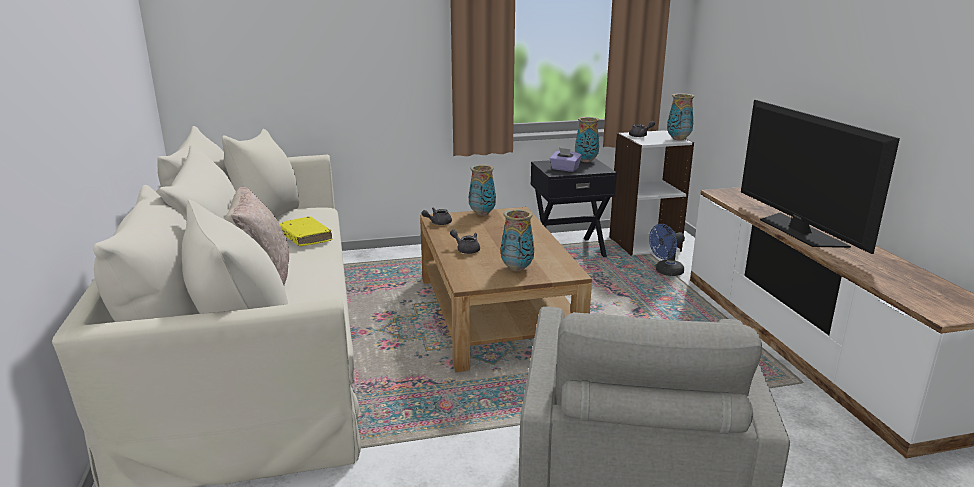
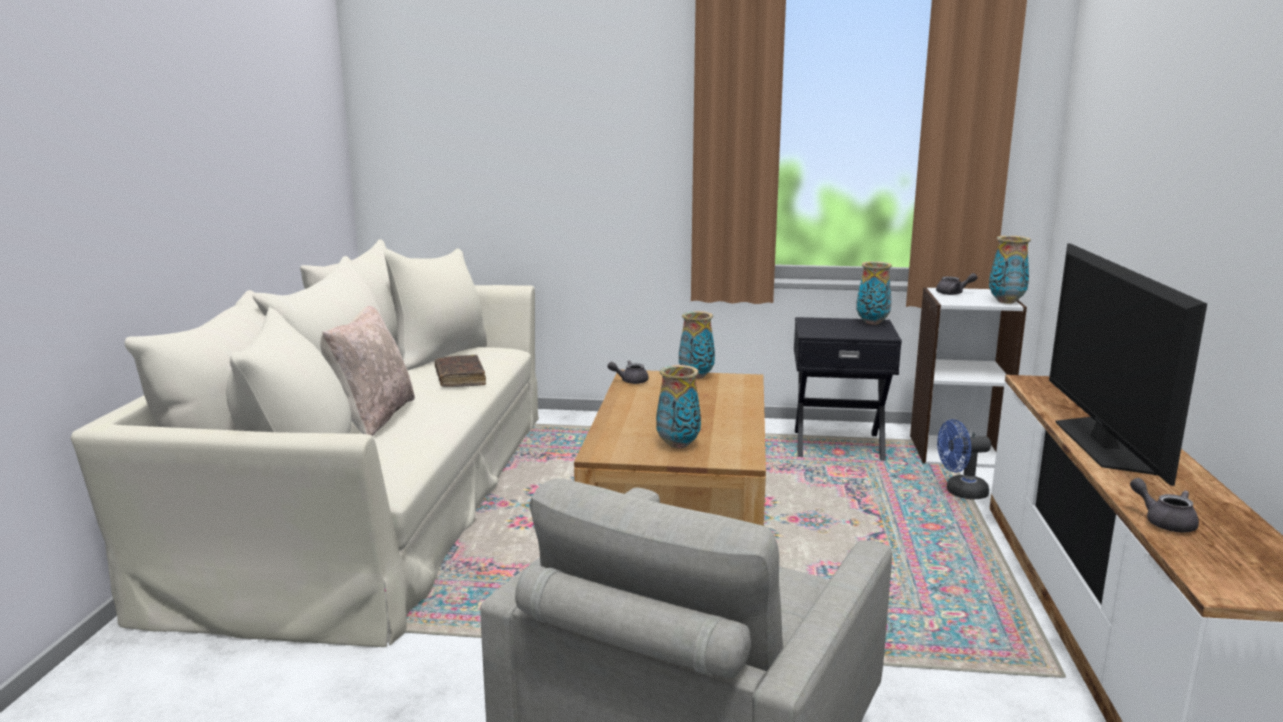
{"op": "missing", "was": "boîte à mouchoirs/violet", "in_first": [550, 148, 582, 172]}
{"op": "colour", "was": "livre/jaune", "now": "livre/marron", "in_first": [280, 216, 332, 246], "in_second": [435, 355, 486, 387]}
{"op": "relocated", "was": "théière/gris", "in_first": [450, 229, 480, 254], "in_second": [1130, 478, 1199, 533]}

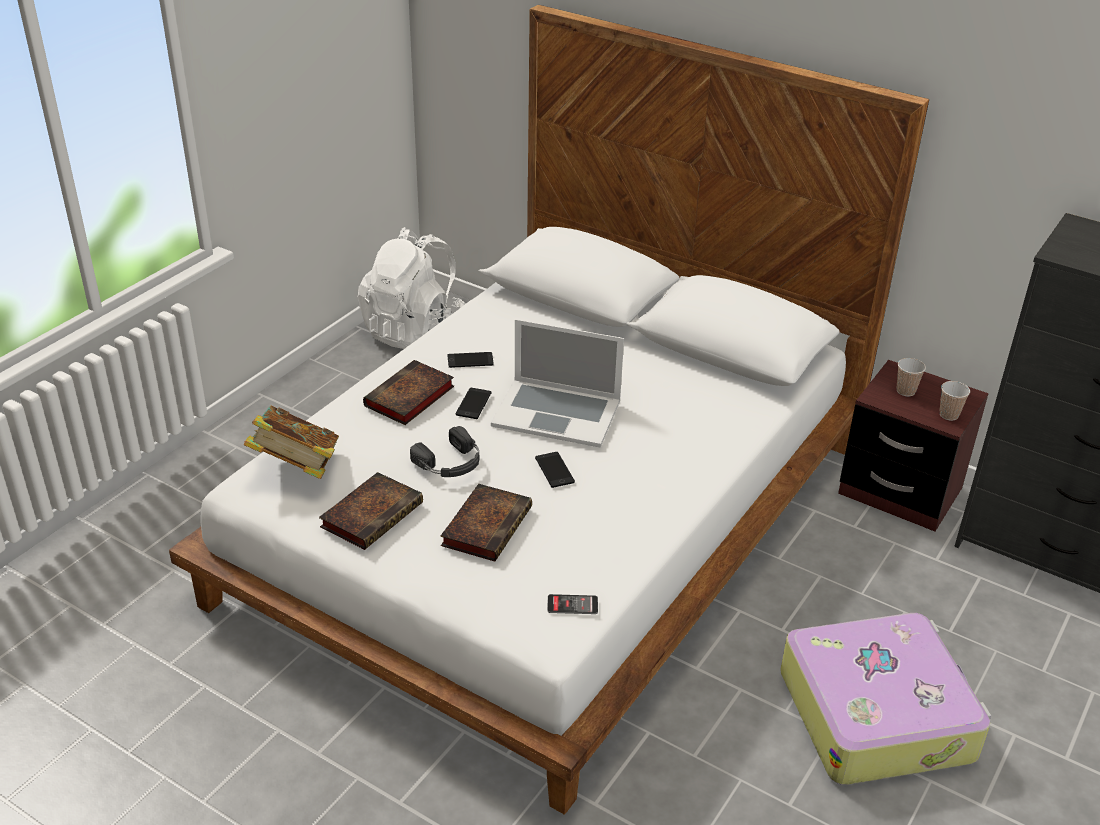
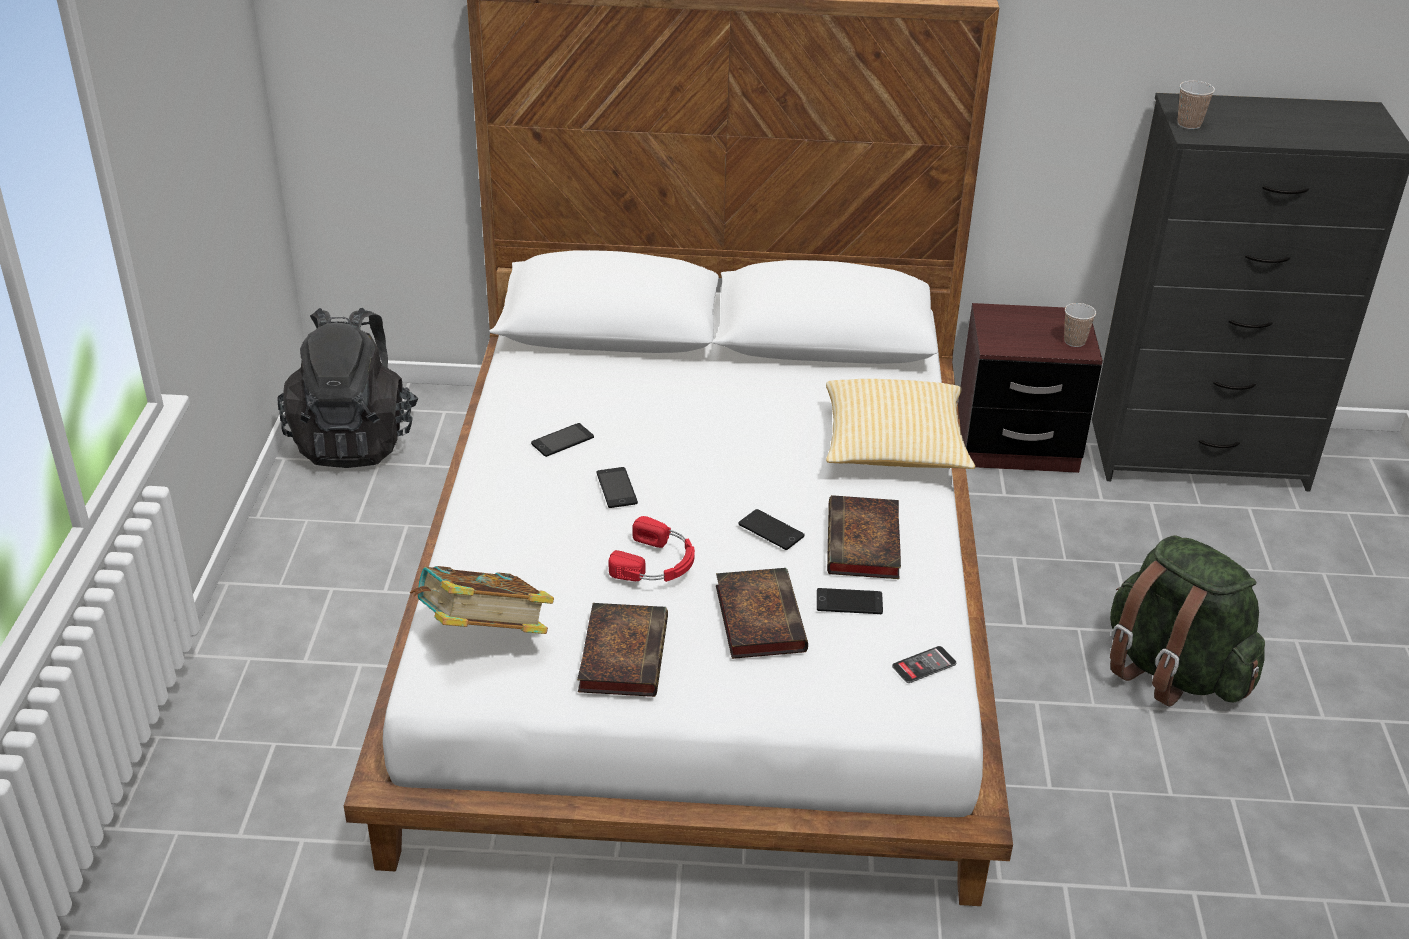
{"op": "colour", "was": "sac à dos/blanc", "now": "sac à dos/noir", "in_first": [358, 227, 465, 349], "in_second": [277, 308, 418, 468]}
{"op": "missing", "was": "ordinateur portable", "in_first": [491, 319, 624, 448]}
{"op": "relocated", "was": "tasse", "in_first": [897, 358, 926, 397], "in_second": [1178, 81, 1215, 129]}
{"op": "relocated", "was": "livre", "in_first": [363, 360, 454, 425], "in_second": [827, 495, 901, 579]}
{"op": "colour", "was": "casque audio/noir", "now": "casque audio/rouge", "in_first": [410, 426, 479, 477], "in_second": [609, 516, 695, 582]}
{"op": "exchanged", "was": "valise", "now": "sac à dos/vert", "in_first": [780, 613, 991, 785], "in_second": [1110, 535, 1265, 707]}
{"op": "appeared", "now": "coussin", "in_second": [826, 379, 975, 469]}
{"op": "appeared", "now": "téléphone", "in_second": [817, 588, 883, 614]}

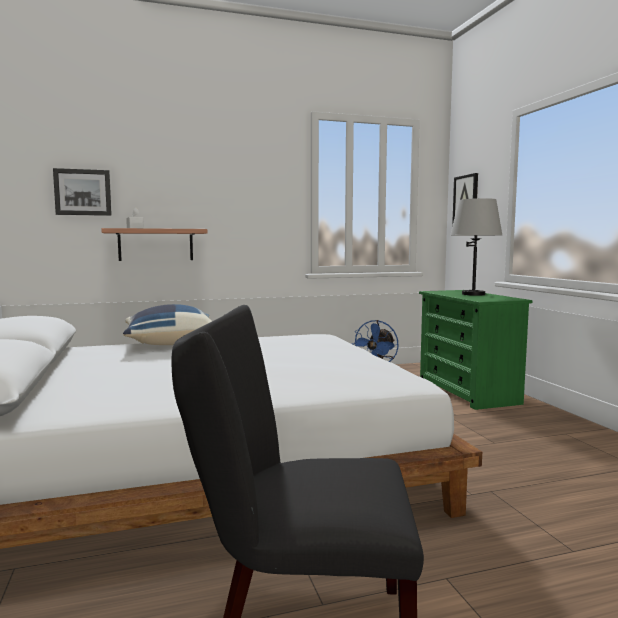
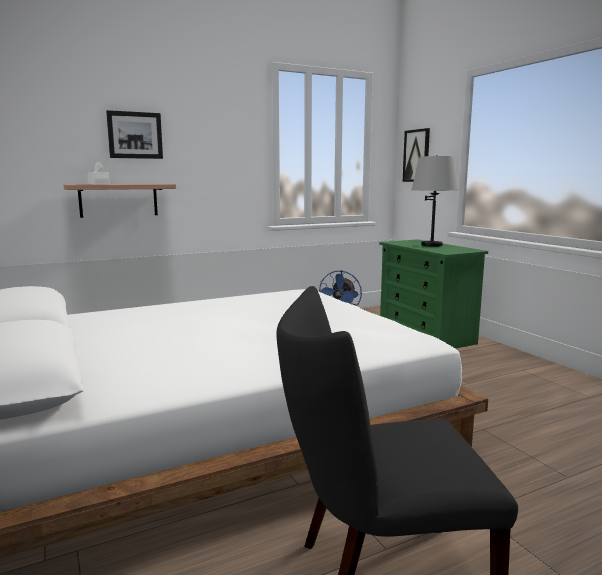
{"op": "relocated", "was": "tableau", "in_first": [53, 168, 112, 216], "in_second": [106, 110, 163, 159]}
{"op": "missing", "was": "coussin/bleu", "in_first": [123, 304, 212, 345]}

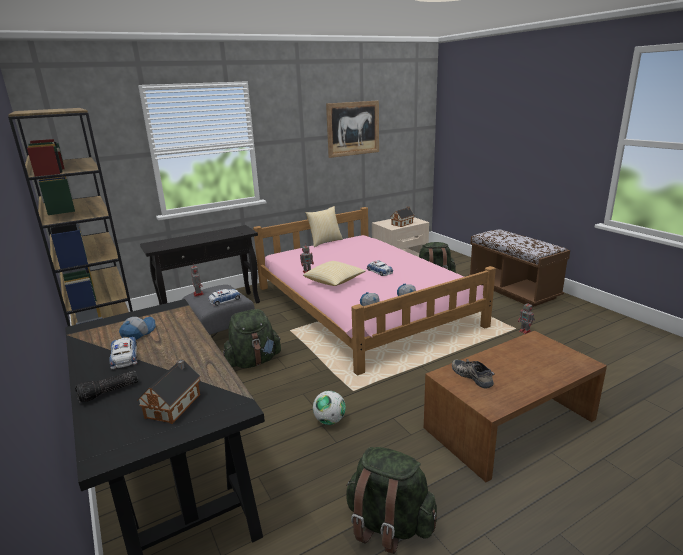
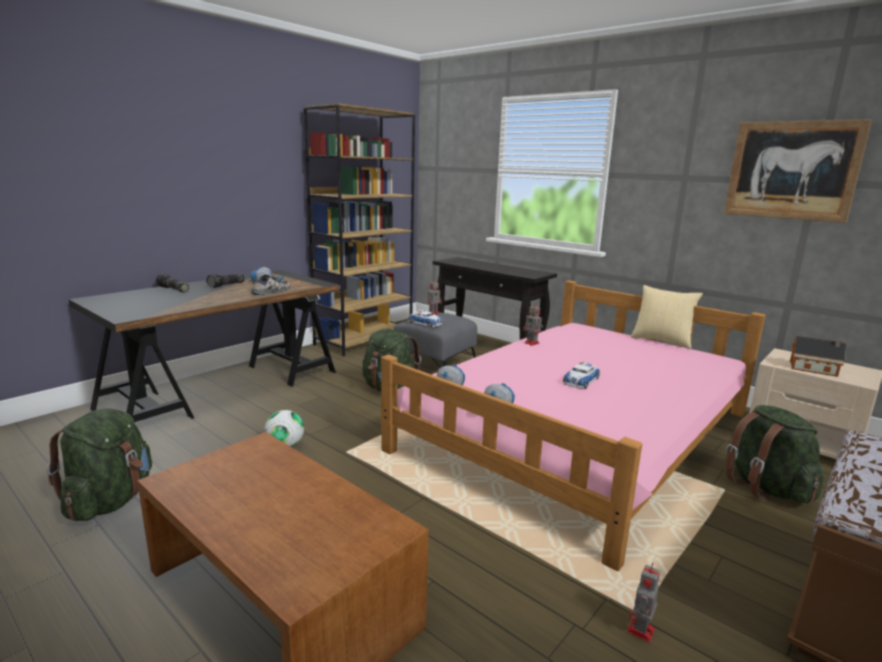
{"op": "missing", "was": "coussin", "in_first": [303, 261, 366, 286]}
{"op": "exchanged", "was": "petite voiture", "now": "lampe de poche", "in_first": [109, 337, 137, 370], "in_second": [206, 273, 245, 288]}
{"op": "missing", "was": "maison miniature", "in_first": [137, 359, 201, 424]}
{"op": "relocated", "was": "chaussure", "in_first": [452, 359, 495, 388], "in_second": [250, 274, 291, 295]}

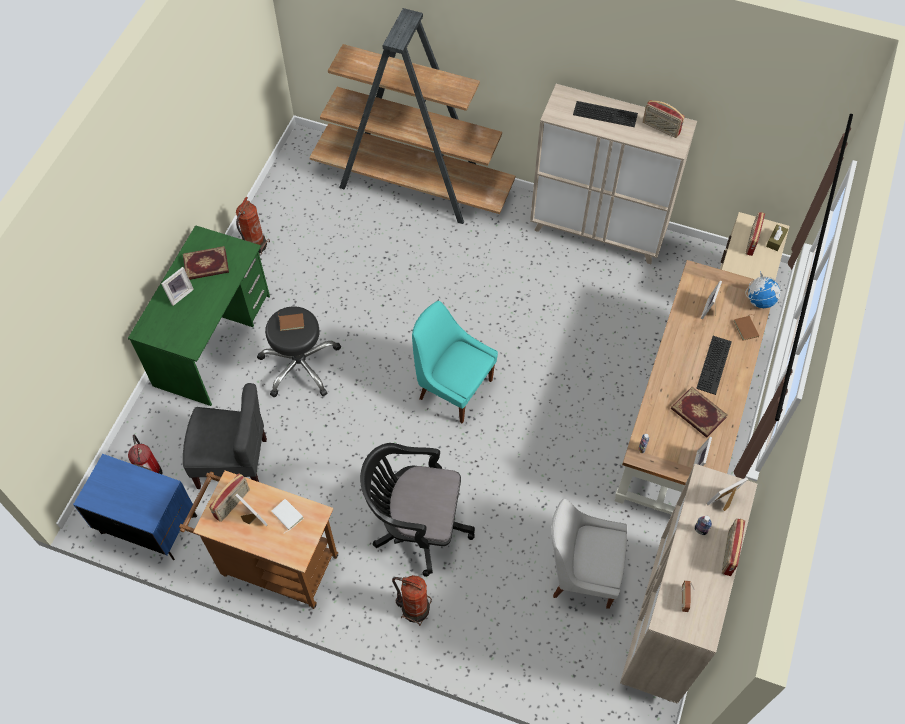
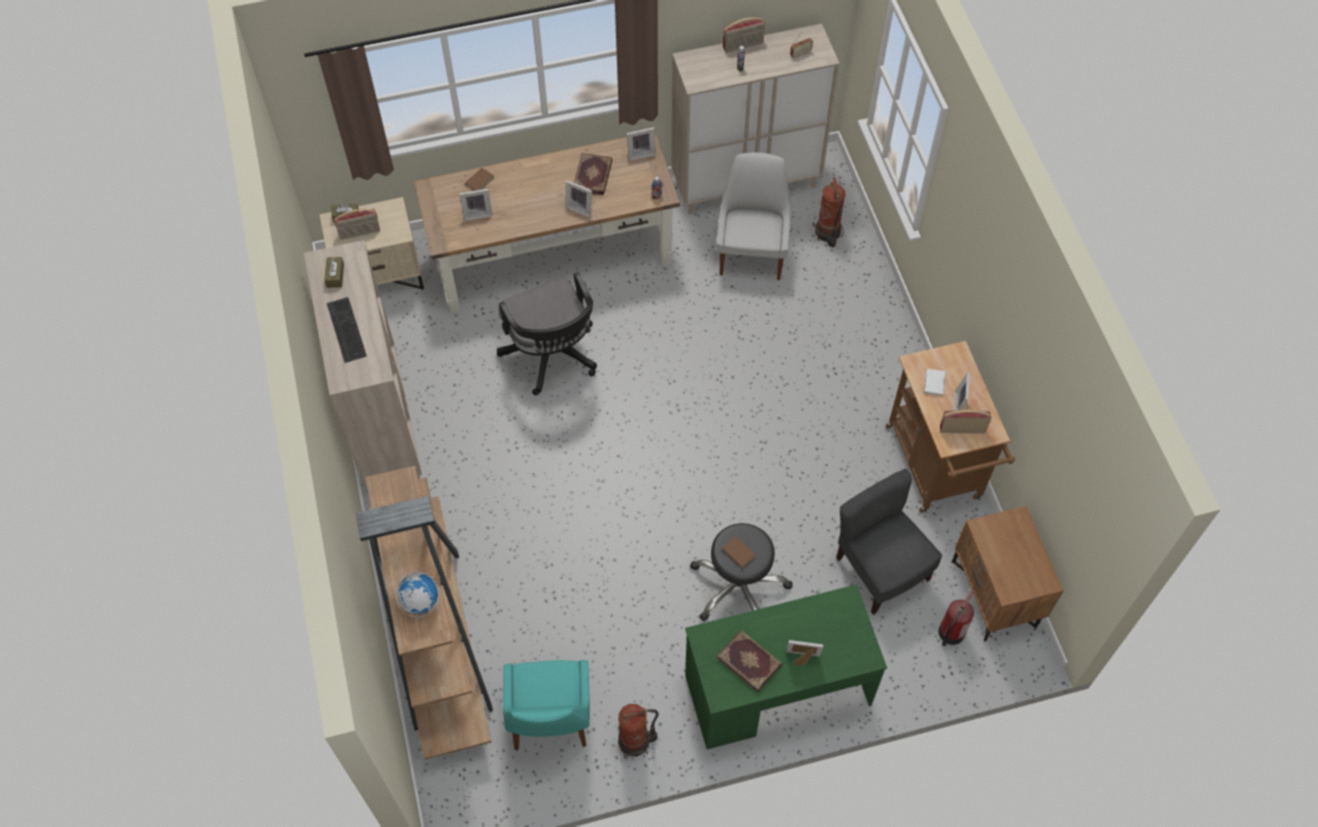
{"op": "exchanged", "was": "radio", "now": "boîte à mouchoirs/marron", "in_first": [643, 100, 685, 138], "in_second": [324, 257, 344, 288]}
{"op": "relocated", "was": "globe", "in_first": [745, 271, 781, 308], "in_second": [395, 572, 439, 617]}
{"op": "relocated", "was": "chaise/turquoise", "in_first": [412, 301, 498, 423], "in_second": [503, 660, 590, 751]}
{"op": "missing", "was": "clavier", "in_first": [696, 336, 732, 395]}
{"op": "relocated", "was": "chaise de bureau/noir", "in_first": [360, 443, 475, 577], "in_second": [497, 272, 597, 395]}
{"op": "colour", "was": "table de chevet/bleu", "now": "table de chevet/marron", "in_first": [73, 454, 197, 561], "in_second": [952, 506, 1064, 642]}
{"op": "relocated", "was": "cadre photo", "in_first": [707, 477, 748, 511], "in_second": [565, 180, 592, 217]}
{"op": "spun", "was": "chaise/blanc", "in_first": [551, 499, 628, 609], "in_second": [716, 152, 791, 280], "clockwise": -150}
{"op": "relocated", "was": "extincteur", "in_first": [392, 575, 432, 626], "in_second": [812, 177, 845, 247]}

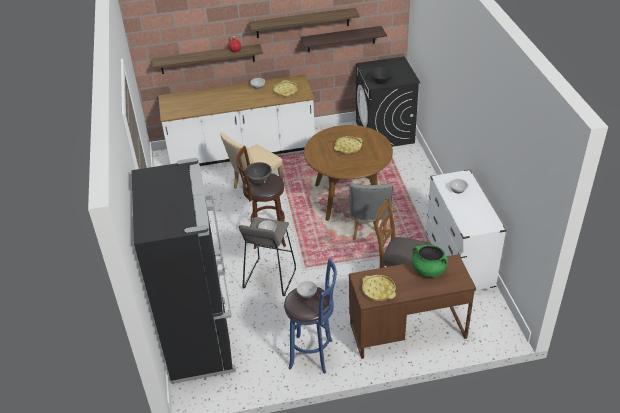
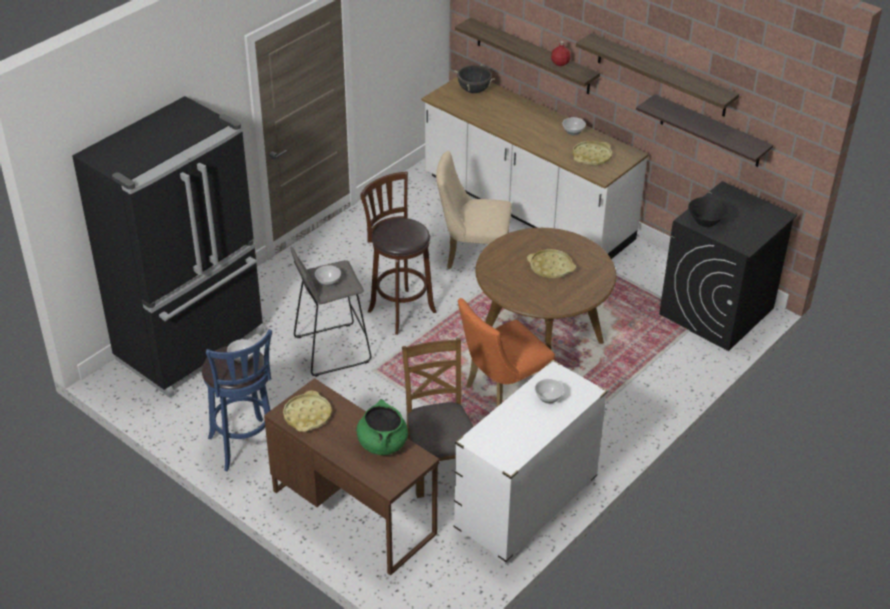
{"op": "relocated", "was": "marmite/noir", "in_first": [243, 162, 273, 185], "in_second": [455, 64, 495, 93]}
{"op": "colour", "was": "chaise/gris", "now": "chaise/orange", "in_first": [349, 183, 394, 240], "in_second": [458, 298, 555, 407]}

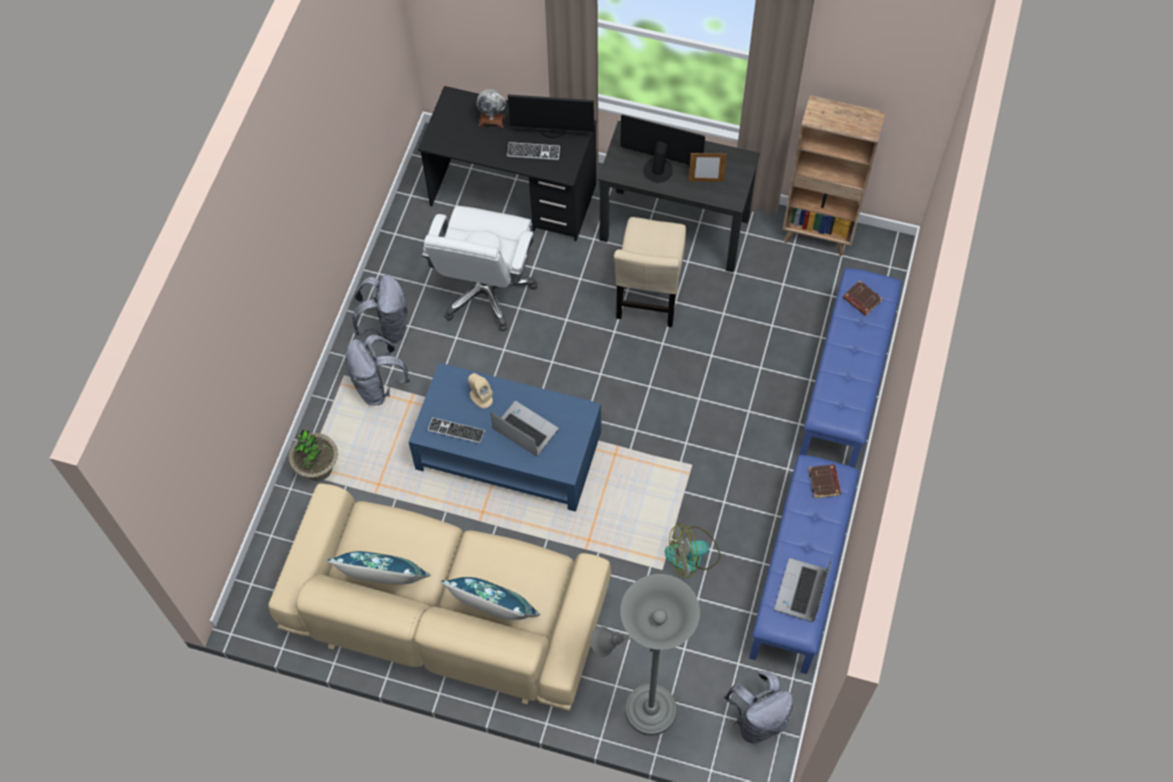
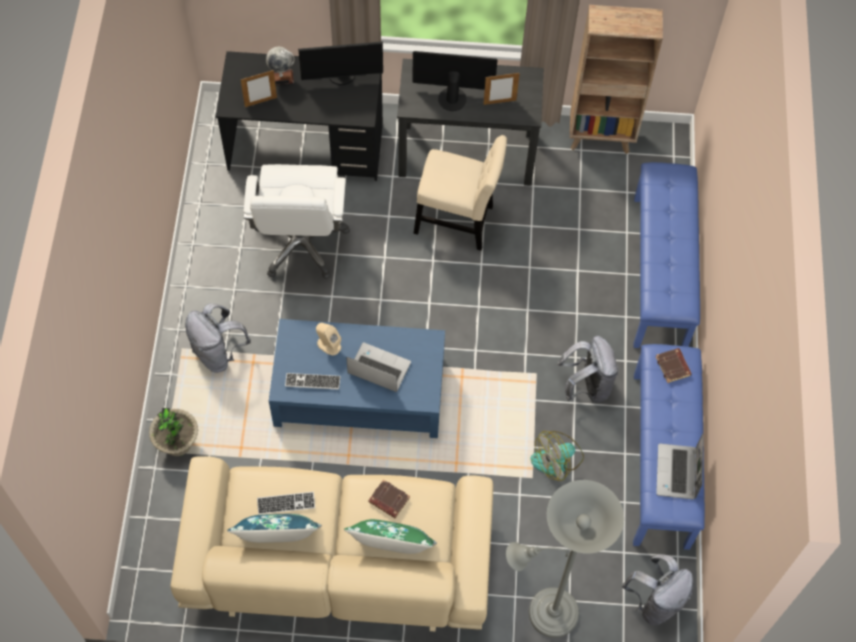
{"op": "relocated", "was": "clavier", "in_first": [507, 142, 560, 160], "in_second": [257, 492, 315, 514]}
{"op": "spun", "was": "chaise/beige", "in_first": [614, 217, 686, 327], "in_second": [414, 135, 507, 250], "clockwise": -75}
{"op": "relocated", "was": "sac à dos/gris", "in_first": [352, 275, 408, 344], "in_second": [557, 336, 618, 403]}
{"op": "relocated", "was": "livre/marron", "in_first": [843, 280, 883, 316], "in_second": [369, 480, 410, 518]}
{"op": "colour", "was": "coussin/bleu", "now": "coussin/vert", "in_first": [441, 577, 540, 620], "in_second": [344, 519, 437, 554]}
{"op": "appeared", "now": "cadre photo", "in_second": [241, 70, 277, 107]}

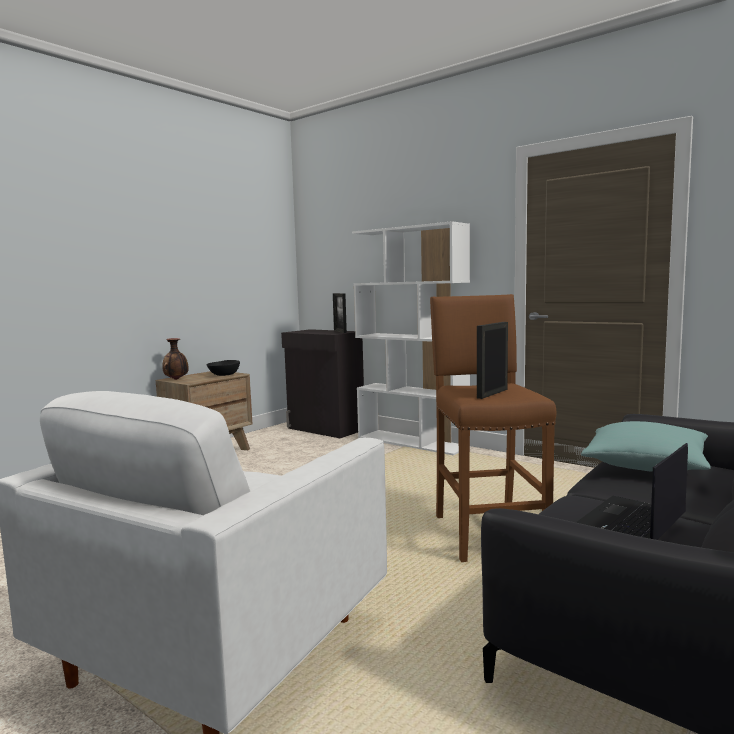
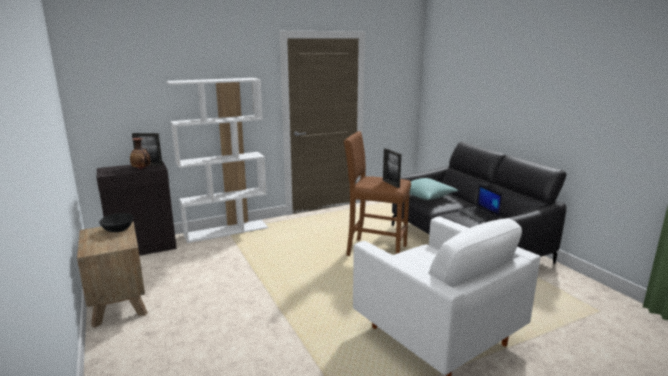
{"op": "relocated", "was": "vase", "in_first": [162, 338, 188, 380], "in_second": [130, 138, 151, 169]}

